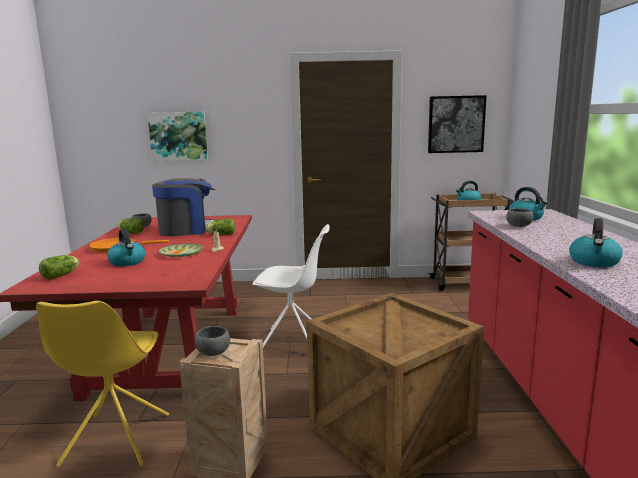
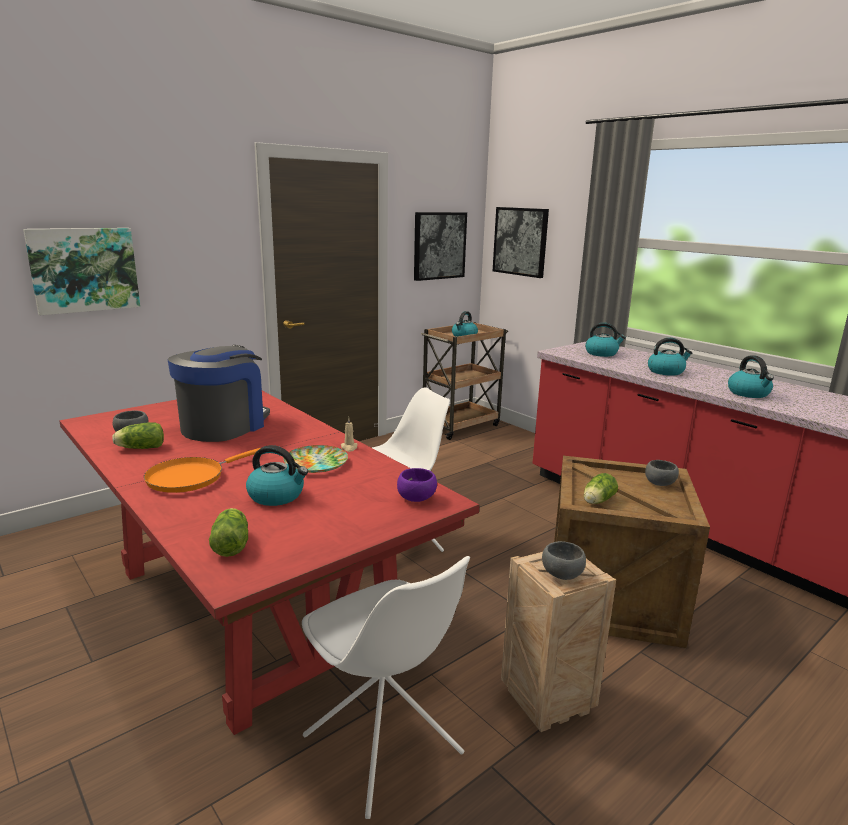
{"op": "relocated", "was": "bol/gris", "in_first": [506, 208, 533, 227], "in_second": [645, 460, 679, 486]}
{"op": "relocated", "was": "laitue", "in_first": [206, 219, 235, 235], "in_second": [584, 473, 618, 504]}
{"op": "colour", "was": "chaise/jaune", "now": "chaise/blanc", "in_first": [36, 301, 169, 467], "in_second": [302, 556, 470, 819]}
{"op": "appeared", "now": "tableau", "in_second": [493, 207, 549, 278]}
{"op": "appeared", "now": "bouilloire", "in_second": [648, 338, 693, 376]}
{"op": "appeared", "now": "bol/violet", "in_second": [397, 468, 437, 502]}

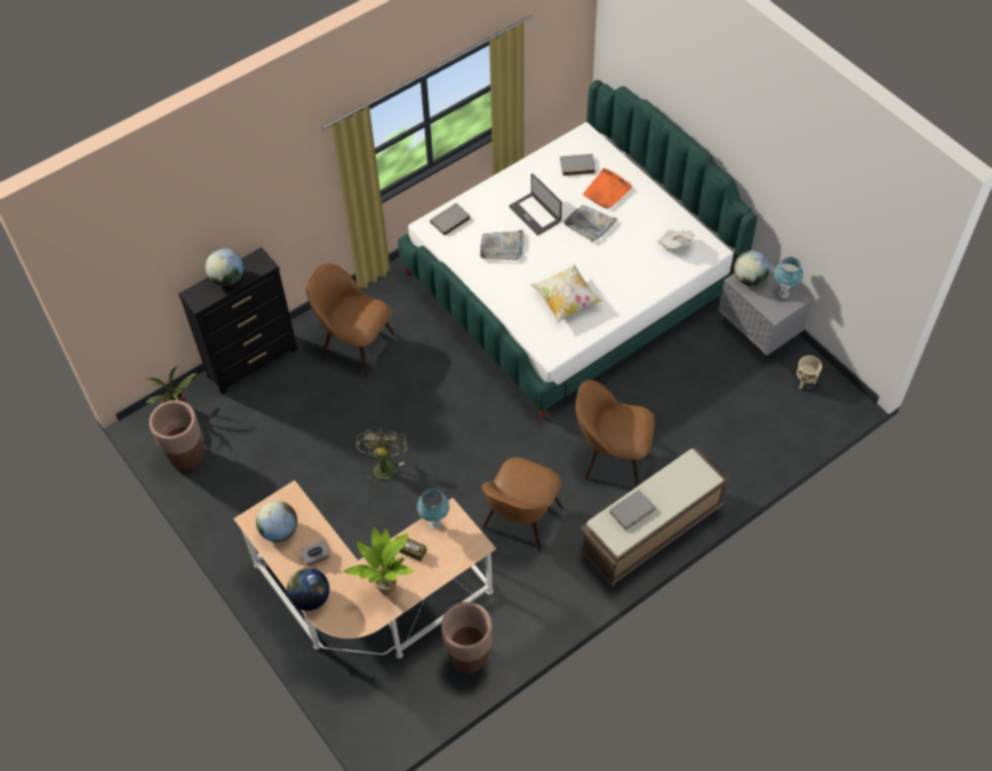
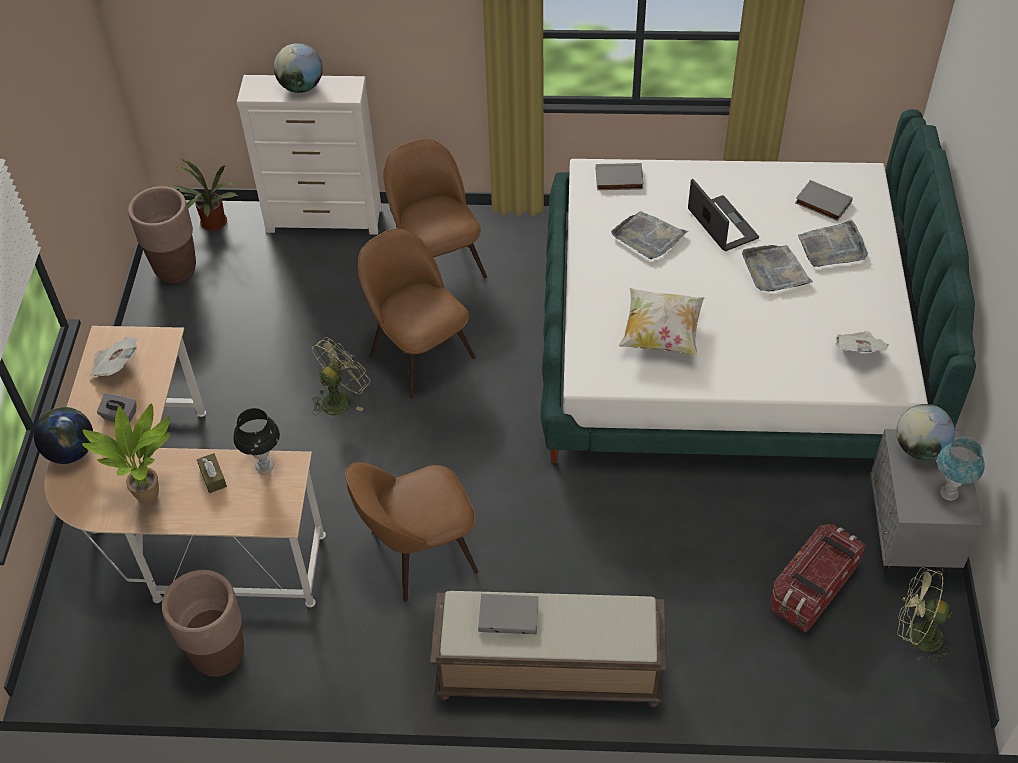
{"op": "colour", "was": "plateau/orange", "now": "plateau/gris", "in_first": [583, 168, 632, 209], "in_second": [798, 219, 868, 267]}
{"op": "spun", "was": "ordinateur portable", "in_first": [509, 173, 562, 235], "in_second": [688, 179, 759, 251], "clockwise": 150}
{"op": "colour", "was": "commode/noir", "now": "commode/blanc", "in_first": [178, 247, 298, 394], "in_second": [236, 75, 382, 235]}
{"op": "exchanged", "was": "cache-pot/beige", "now": "ventilateur/vert", "in_first": [797, 355, 822, 389], "in_second": [897, 567, 953, 663]}
{"op": "relocated", "was": "chaise/marron", "in_first": [576, 380, 655, 487], "in_second": [358, 228, 476, 399]}
{"op": "colour", "was": "lampe de table/bleu", "now": "lampe de table/noir", "in_first": [417, 488, 450, 530], "in_second": [233, 408, 280, 473]}
{"op": "exchanged", "was": "globe", "now": "journal", "in_first": [256, 501, 297, 542], "in_second": [90, 337, 138, 377]}
{"op": "appeared", "now": "boîte de rangement", "in_second": [770, 524, 866, 632]}

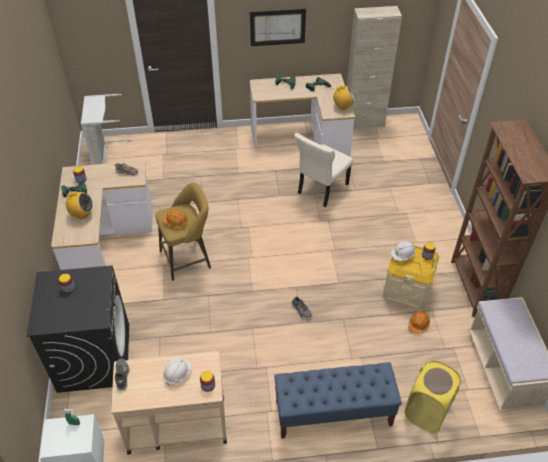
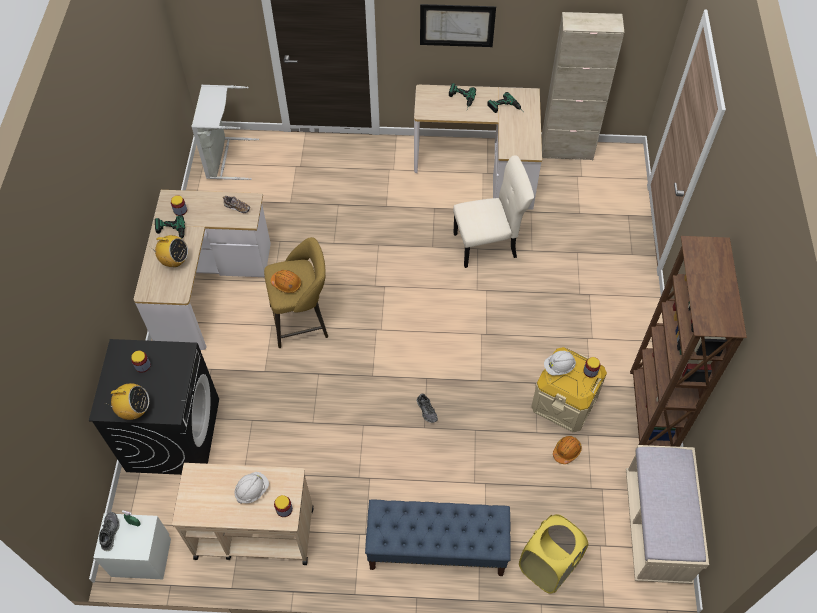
{"op": "relocated", "was": "radio", "in_first": [333, 85, 355, 110], "in_second": [107, 383, 149, 420]}
{"op": "spun", "was": "chaise/beige", "in_first": [294, 133, 353, 207], "in_second": [453, 155, 534, 268], "clockwise": -150}
{"op": "relocated", "was": "chaussure", "in_first": [115, 359, 130, 391], "in_second": [99, 512, 120, 551]}

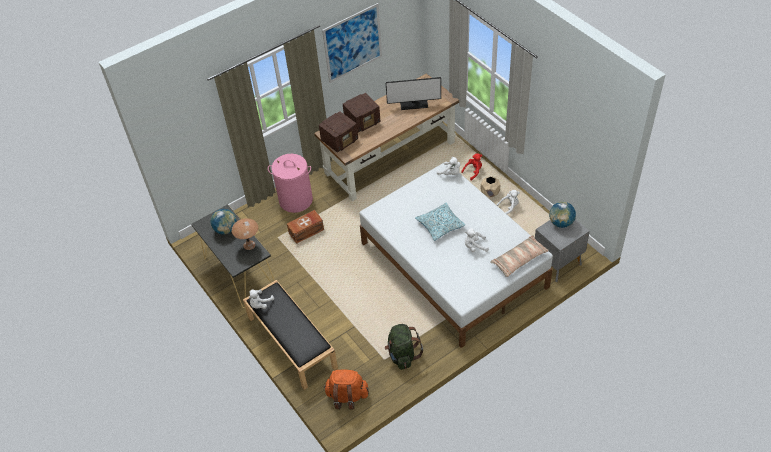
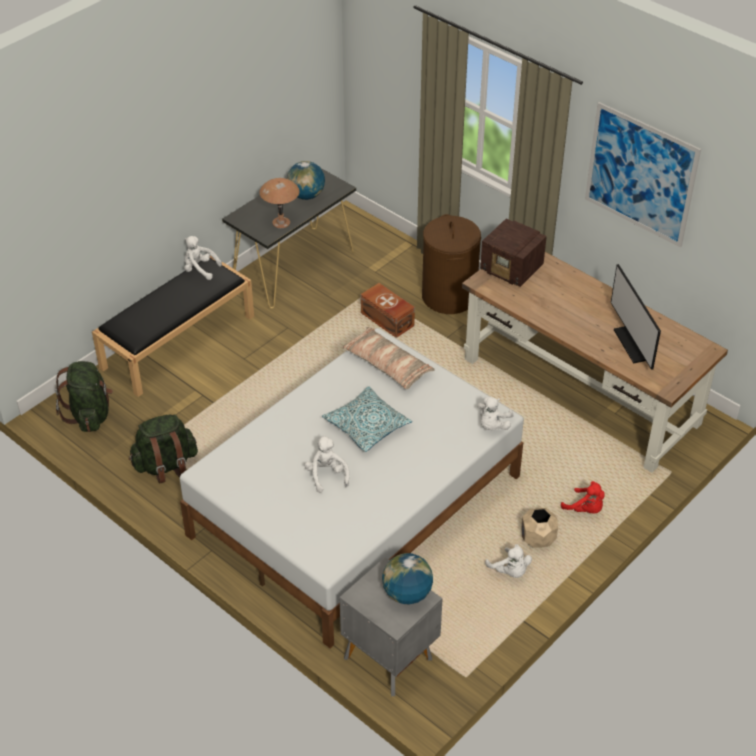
{"op": "missing", "was": "radio", "in_first": [343, 93, 381, 133]}
{"op": "colour", "was": "panier à linge/rose", "now": "panier à linge/marron", "in_first": [268, 154, 313, 213], "in_second": [422, 214, 481, 314]}
{"op": "relocated", "was": "coussin", "in_first": [490, 235, 549, 277], "in_second": [343, 327, 435, 389]}
{"op": "colour", "was": "sac à dos/orange", "now": "sac à dos/vert", "in_first": [324, 370, 369, 410], "in_second": [55, 361, 113, 432]}

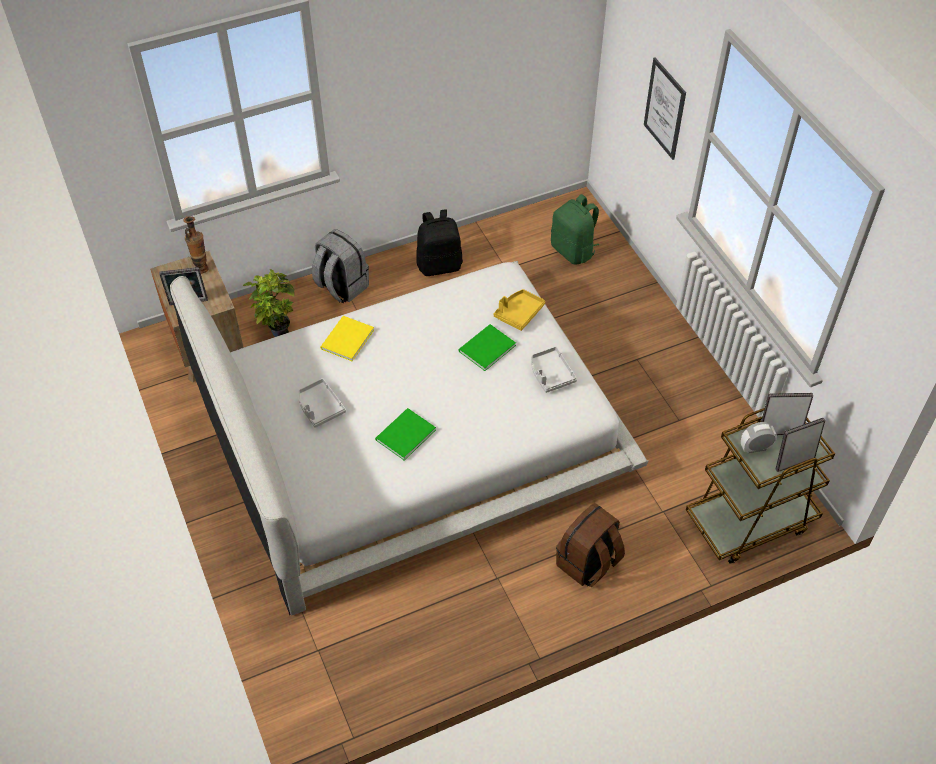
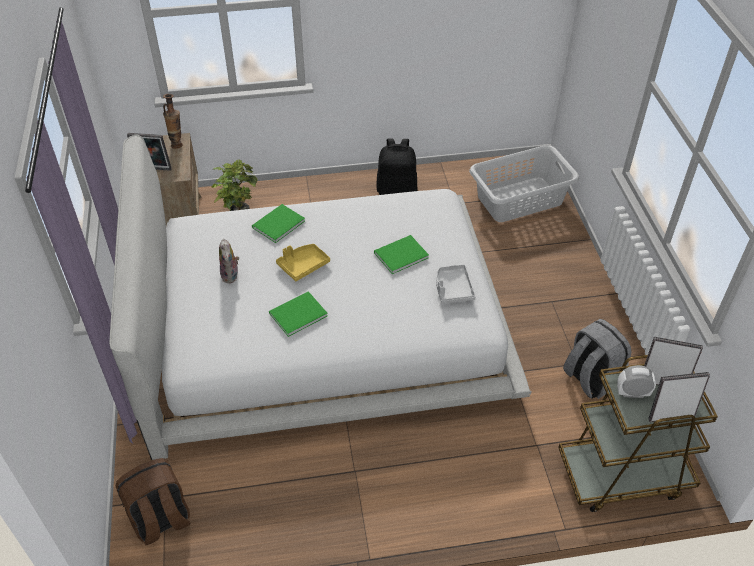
{"op": "missing", "was": "tableau", "in_first": [644, 58, 686, 160]}
{"op": "exchanged", "was": "sac à dos/vert", "now": "panier à linge/gris", "in_first": [551, 194, 600, 264], "in_second": [469, 145, 579, 222]}
{"op": "relocated", "was": "sac à dos/gris", "in_first": [312, 229, 369, 303], "in_second": [563, 319, 632, 399]}
{"op": "relocated", "was": "plateau/jaune", "in_first": [494, 289, 545, 331], "in_second": [276, 244, 330, 281]}
{"op": "colour", "was": "livre/jaune", "now": "livre/vert", "in_first": [320, 316, 374, 361], "in_second": [252, 204, 305, 243]}
{"op": "exchanged", "was": "plateau/gris", "now": "peluche", "in_first": [298, 378, 346, 428], "in_second": [219, 239, 239, 283]}
{"op": "relocated", "was": "sac à dos/marron", "in_first": [556, 503, 625, 587], "in_second": [115, 458, 190, 545]}

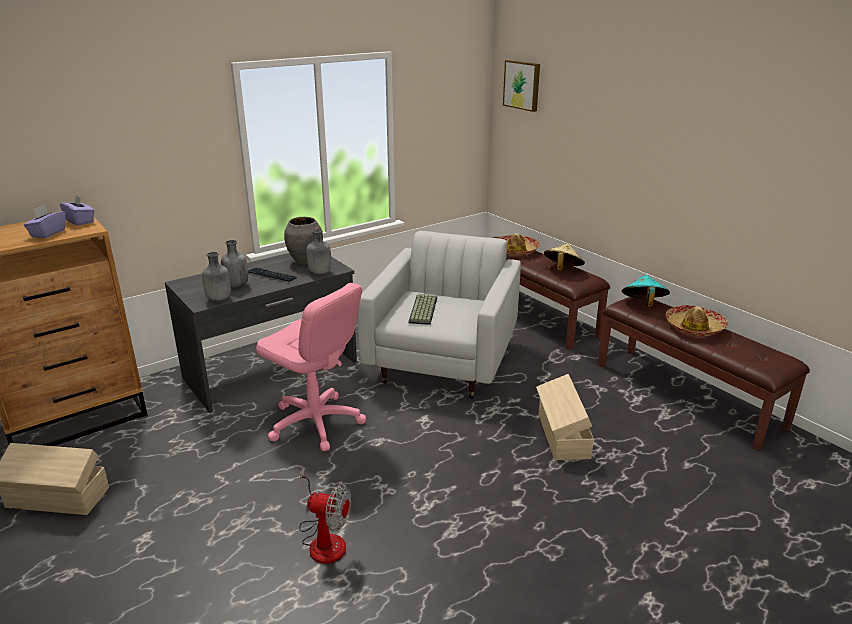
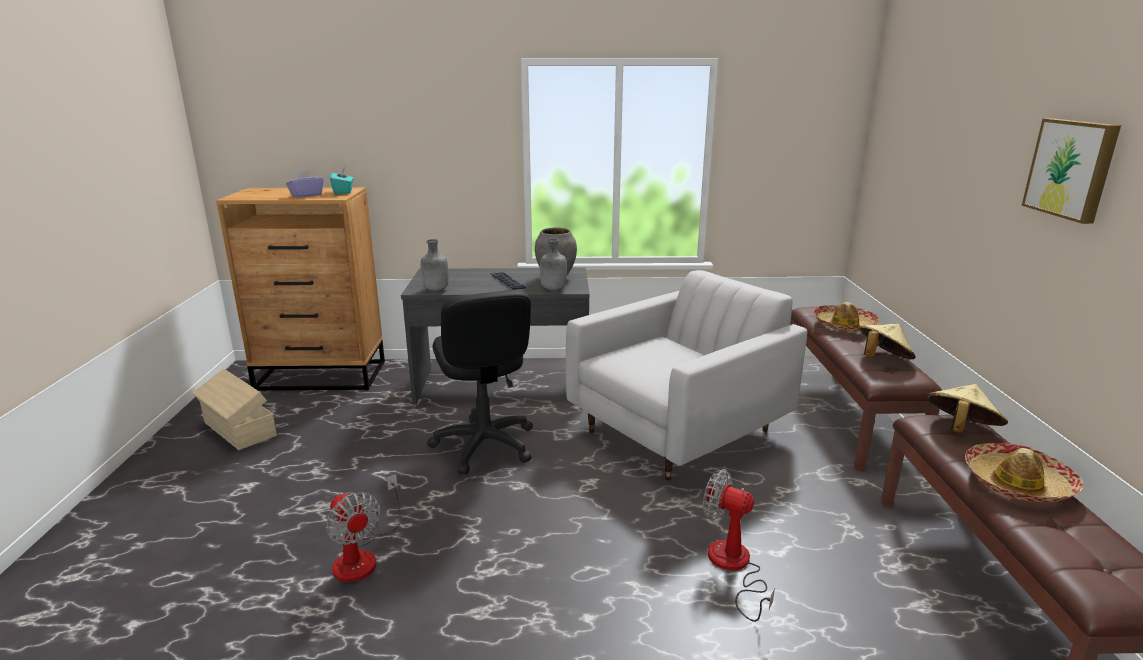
{"op": "relocated", "was": "tableau", "in_first": [503, 60, 540, 112], "in_second": [1022, 118, 1121, 224]}
{"op": "colour", "was": "boîte à mouchoirs/violet", "now": "boîte à mouchoirs/turquoise", "in_first": [60, 195, 95, 226], "in_second": [330, 167, 353, 194]}
{"op": "missing", "was": "bouteille/gris", "in_first": [221, 240, 248, 287]}
{"op": "colour", "was": "chapeau/turquoise", "now": "chapeau/beige", "in_first": [622, 275, 670, 307], "in_second": [927, 384, 1008, 433]}
{"op": "colour", "was": "chaise de bureau/rose", "now": "chaise de bureau/noir", "in_first": [256, 283, 366, 451], "in_second": [427, 290, 533, 474]}
{"op": "missing", "was": "clavier", "in_first": [408, 294, 437, 325]}
{"op": "exchanged", "was": "boîte de rangement/beige", "now": "ventilateur", "in_first": [536, 374, 594, 460], "in_second": [703, 469, 775, 622]}

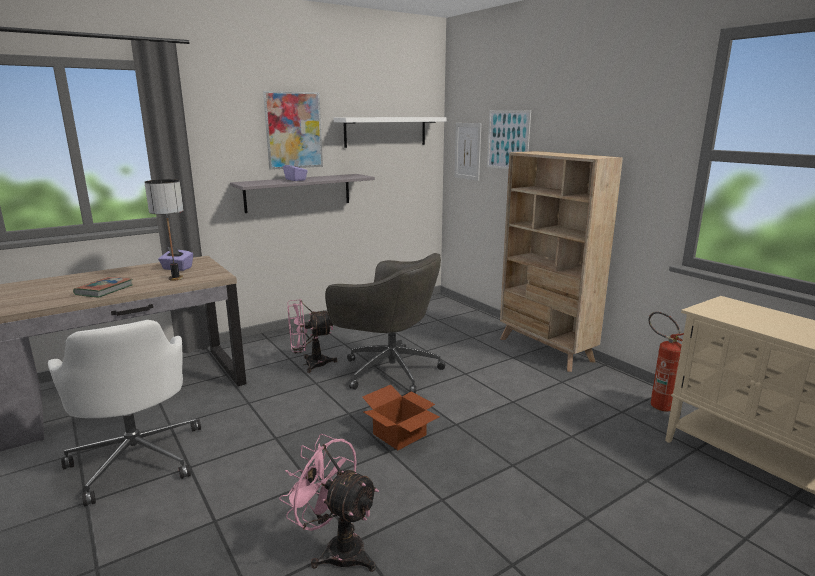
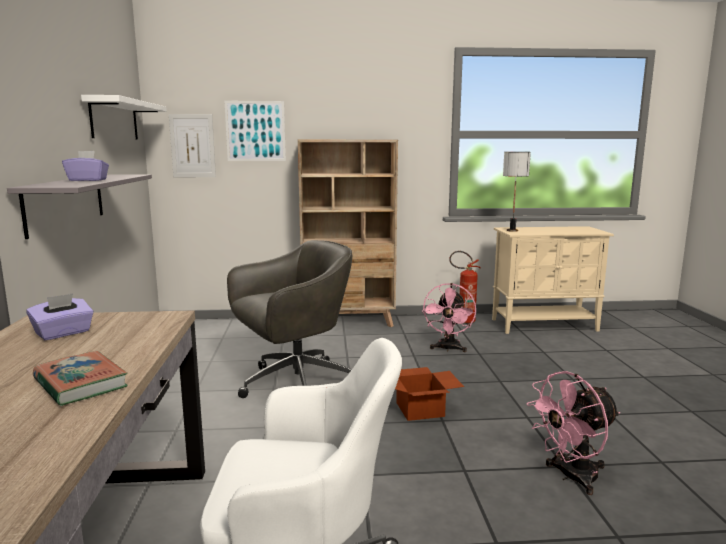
{"op": "missing", "was": "tableau", "in_first": [263, 91, 323, 170]}
{"op": "relocated", "was": "lampe de table", "in_first": [144, 179, 184, 281], "in_second": [503, 152, 531, 232]}
{"op": "relocated", "was": "ventilateur/rose", "in_first": [288, 299, 337, 373], "in_second": [422, 283, 476, 352]}

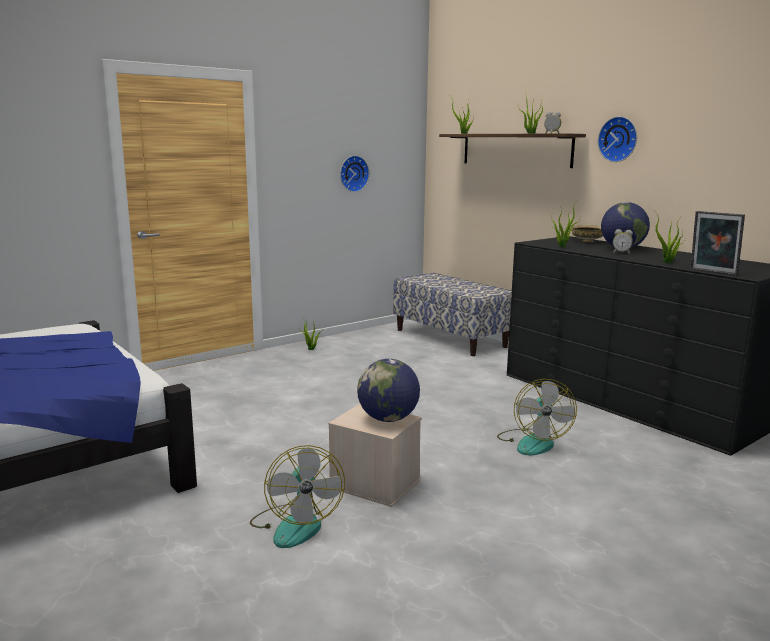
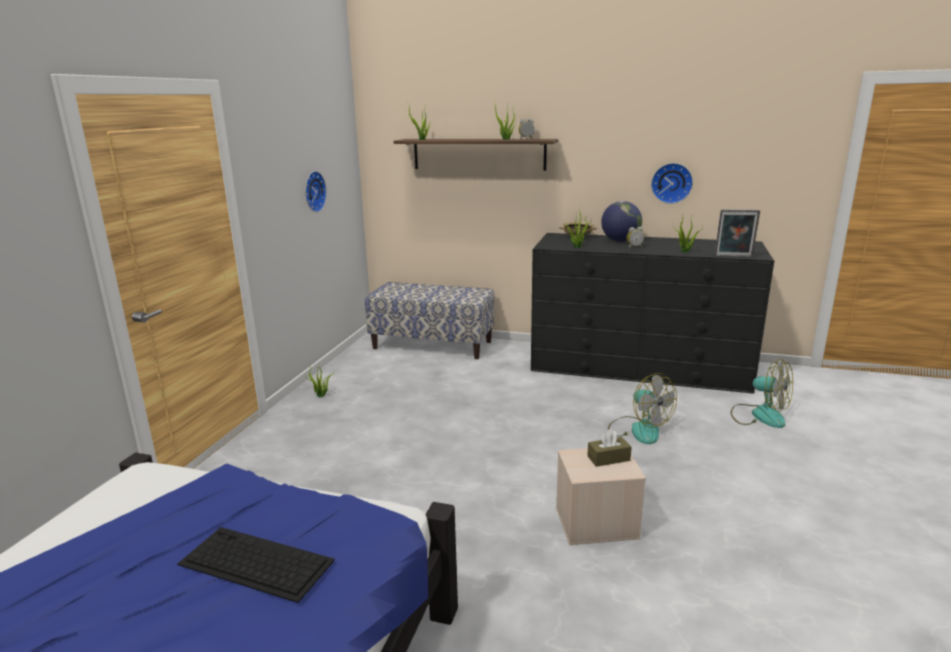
{"op": "relocated", "was": "horloge murale", "in_first": [598, 116, 637, 162], "in_second": [651, 163, 693, 204]}
{"op": "exchanged", "was": "globe", "now": "boîte à mouchoirs/marron", "in_first": [357, 359, 420, 422], "in_second": [587, 429, 632, 467]}
{"op": "relocated", "was": "ventilateur", "in_first": [250, 445, 345, 548], "in_second": [731, 359, 793, 428]}
{"op": "appeared", "now": "clavier", "in_second": [177, 527, 335, 603]}

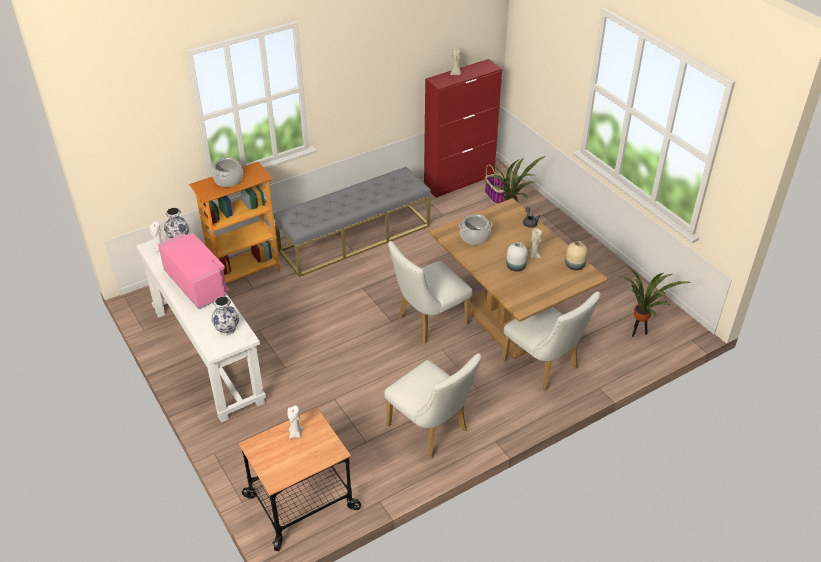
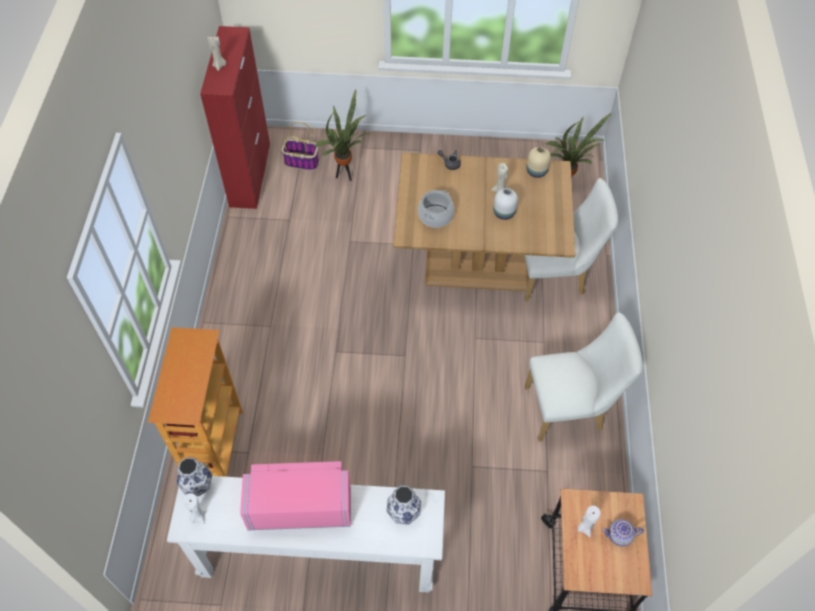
{"op": "missing", "was": "marmite", "in_first": [212, 157, 243, 187]}
{"op": "missing", "was": "banc/gris", "in_first": [274, 167, 431, 277]}
{"op": "missing", "was": "chaise/blanc", "in_first": [388, 241, 473, 344]}
{"op": "appeared", "now": "théière", "in_second": [602, 519, 644, 546]}

